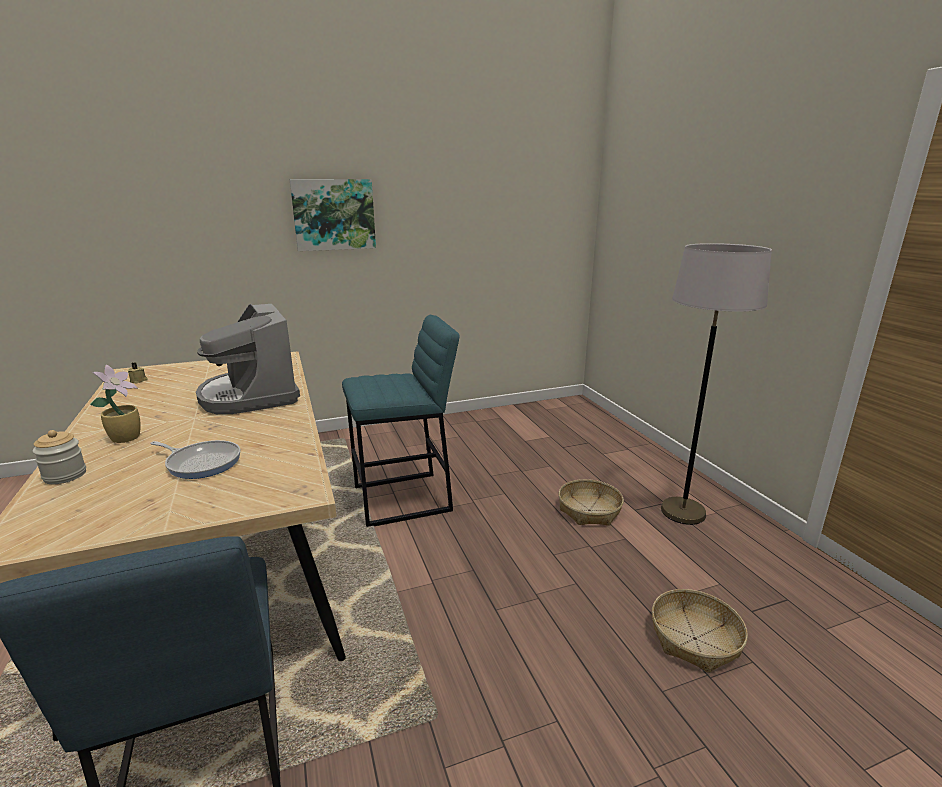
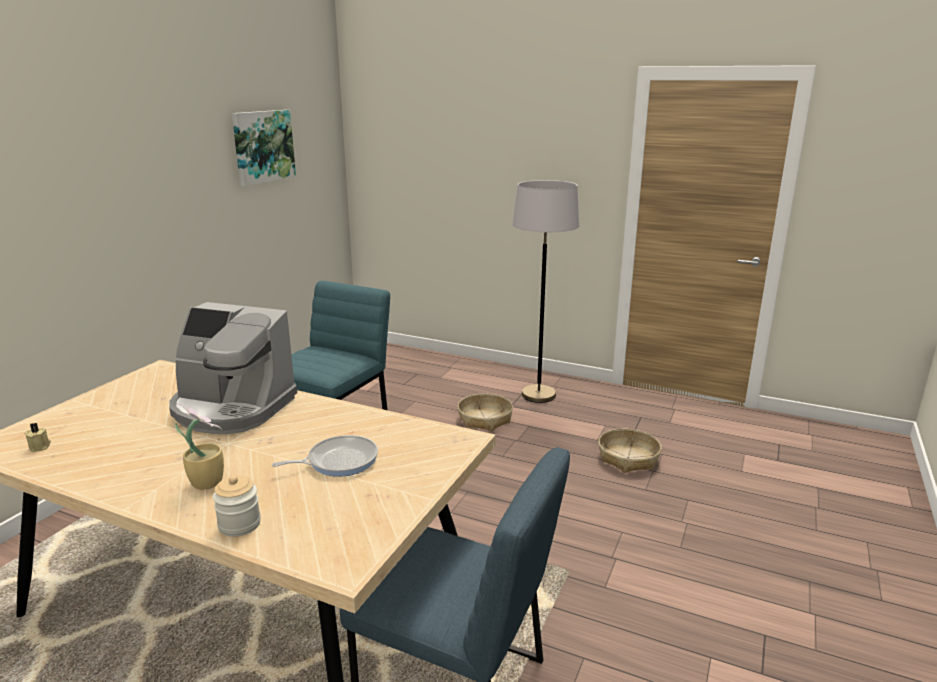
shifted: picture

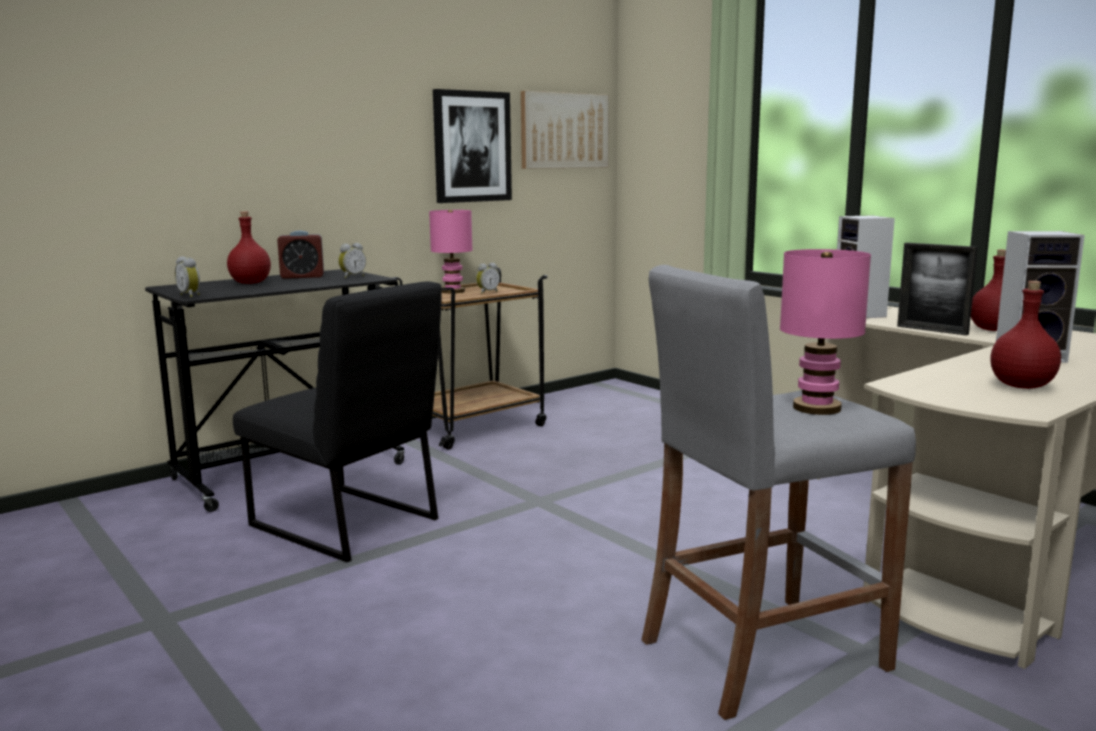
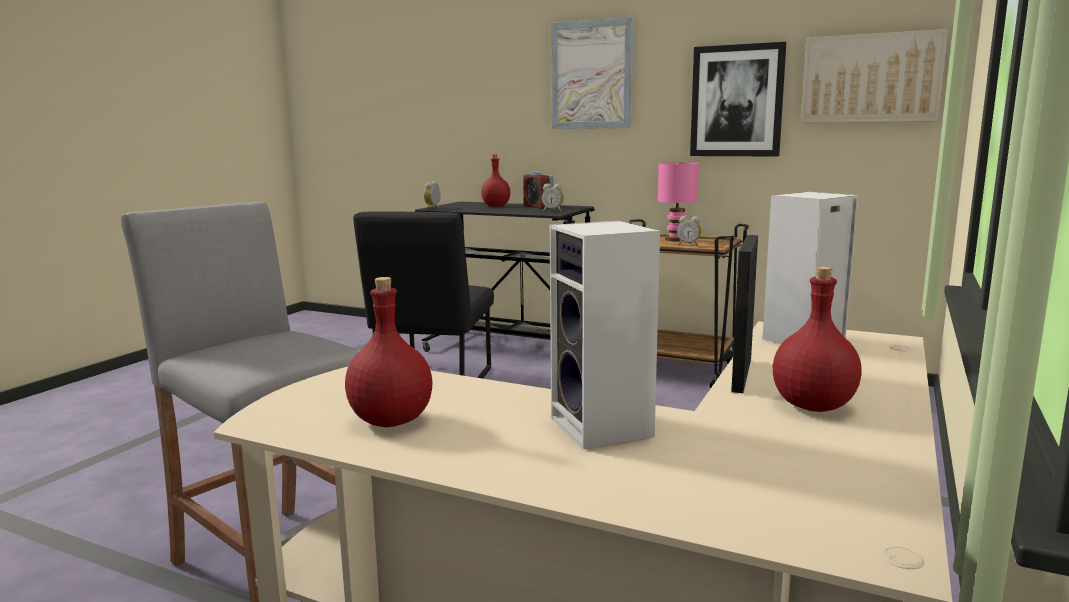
gone: pink table lamp (no. 2 from left)
new: picture (no. 1 from left)

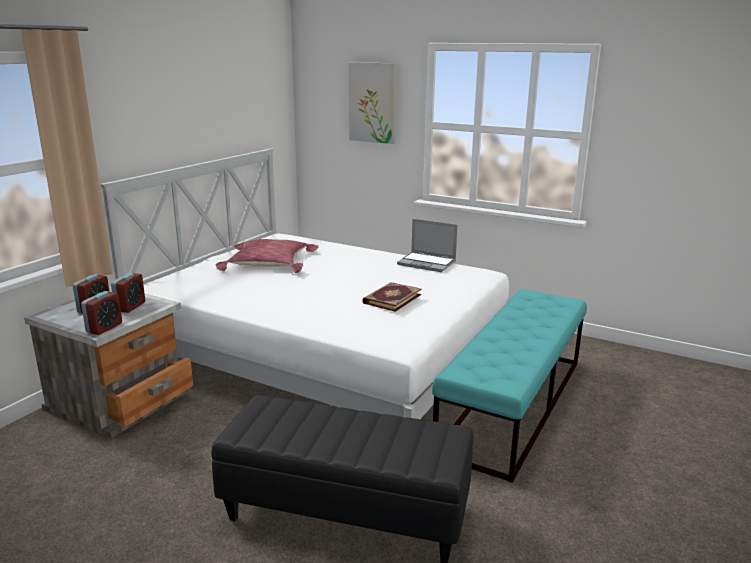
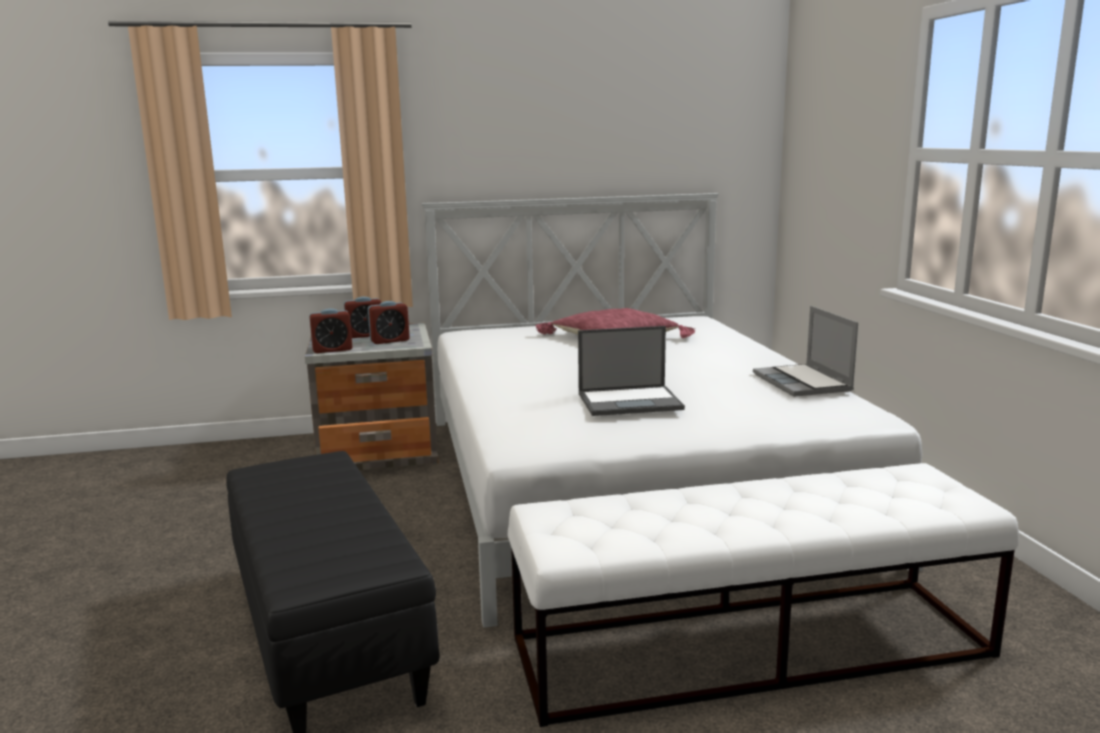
gone: picture
swapped: book to laptop (no. 1 from left)
repainted: turquoise bench to white bench

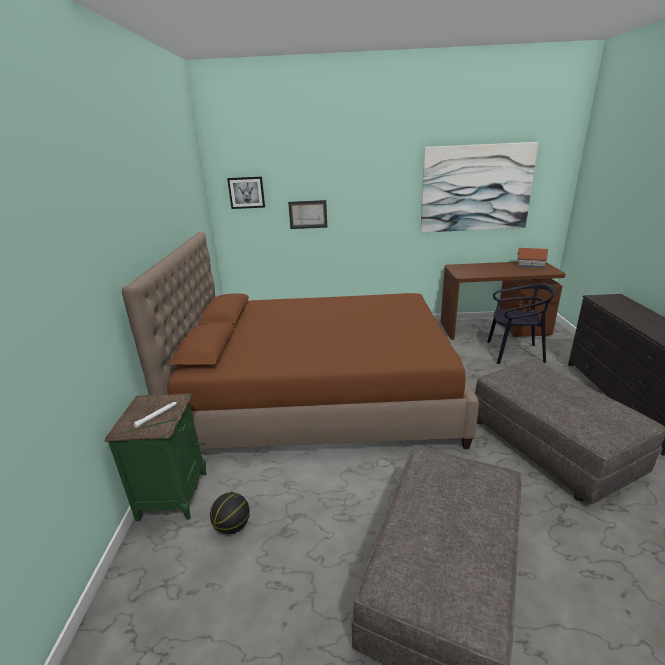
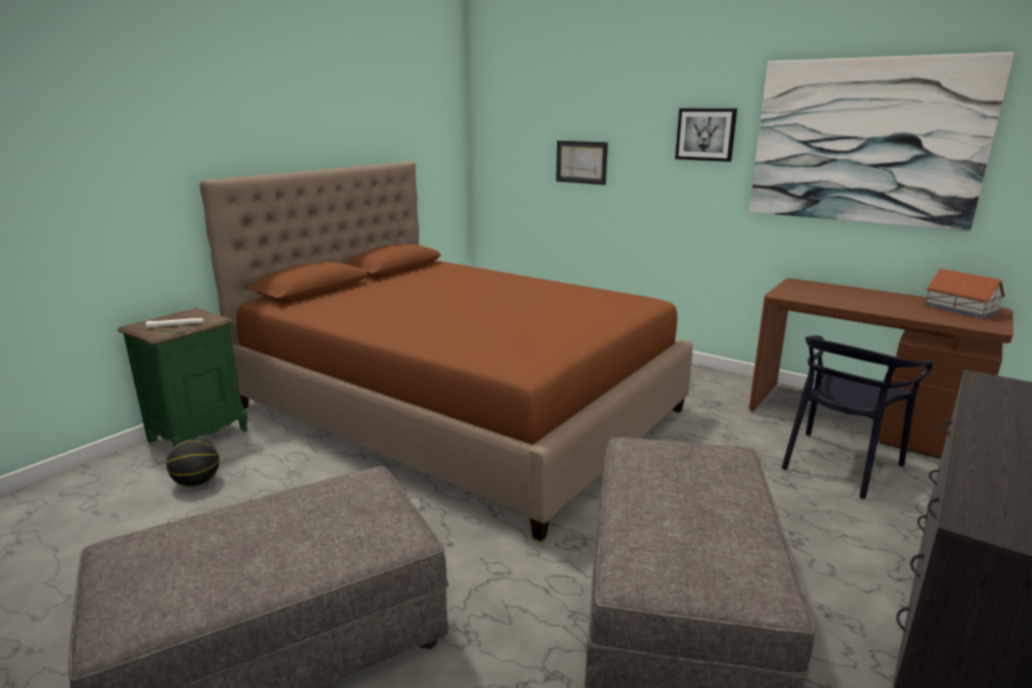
shifted: picture (no. 1 from left in the first image) to picture (no. 2 from left)
rotated: black chair 90 degrees clockwise

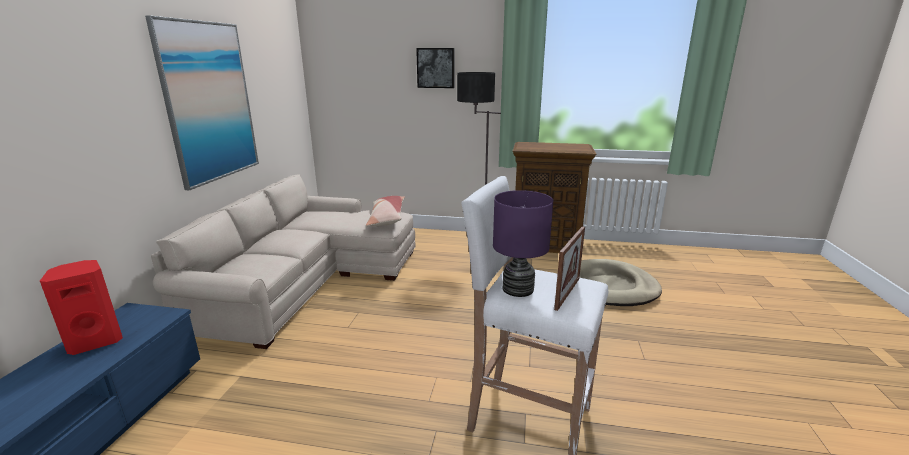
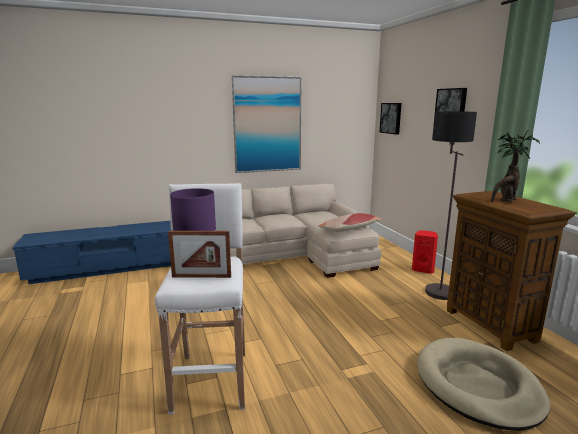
new: picture (no. 2 from left); potted plant
shifted: red speaker

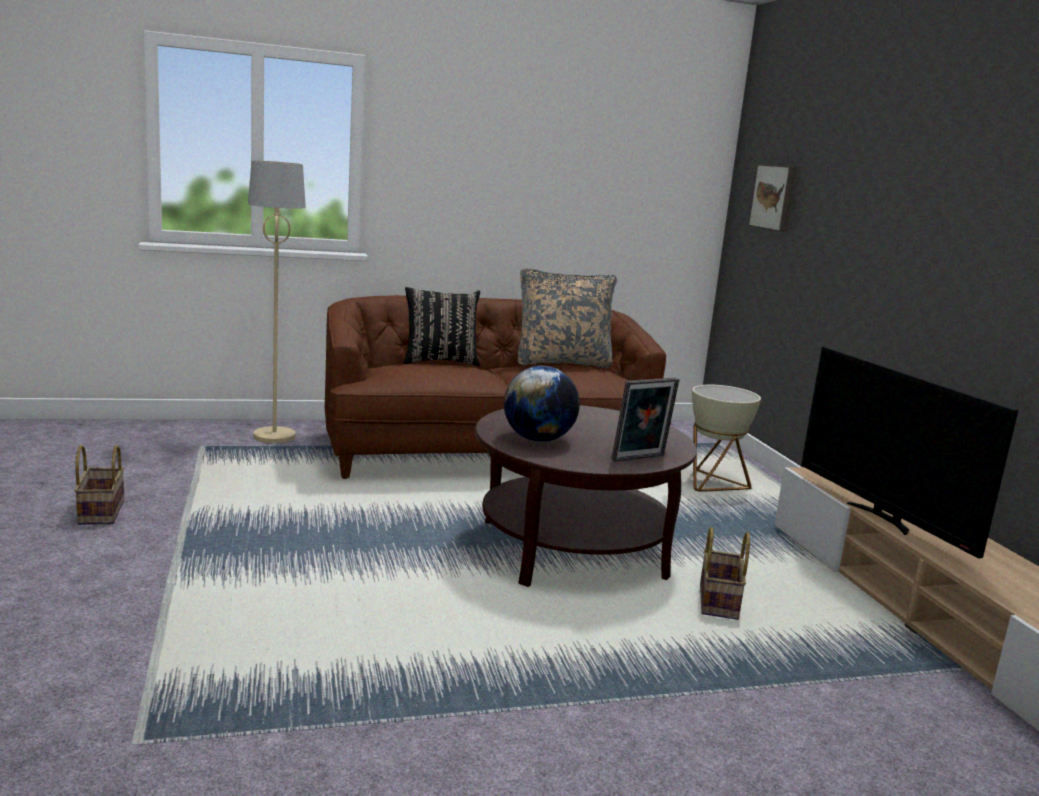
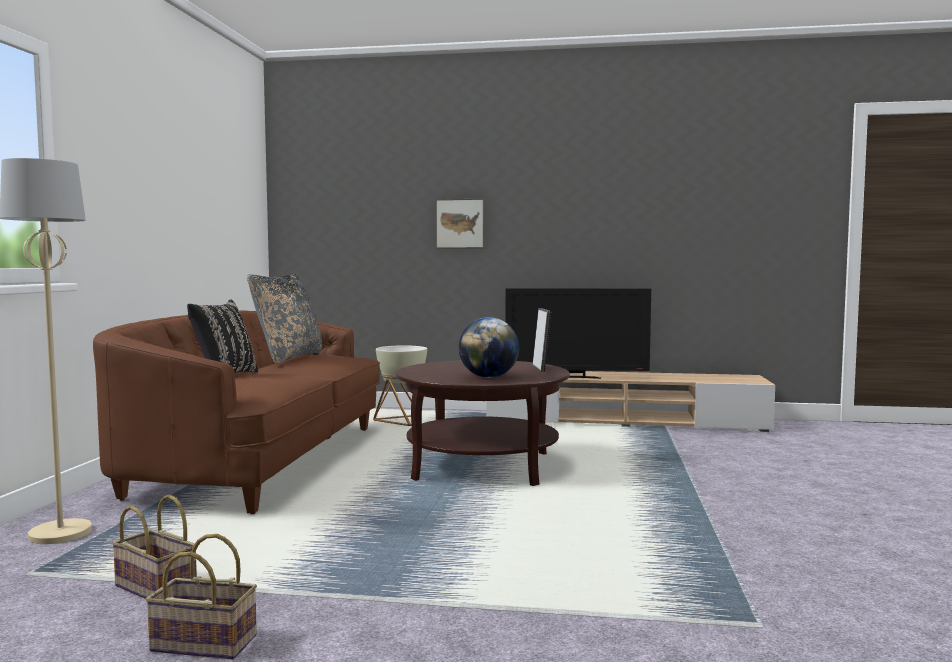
shifted: basket (no. 2 from left in the first image) to basket (no. 1 from left); picture

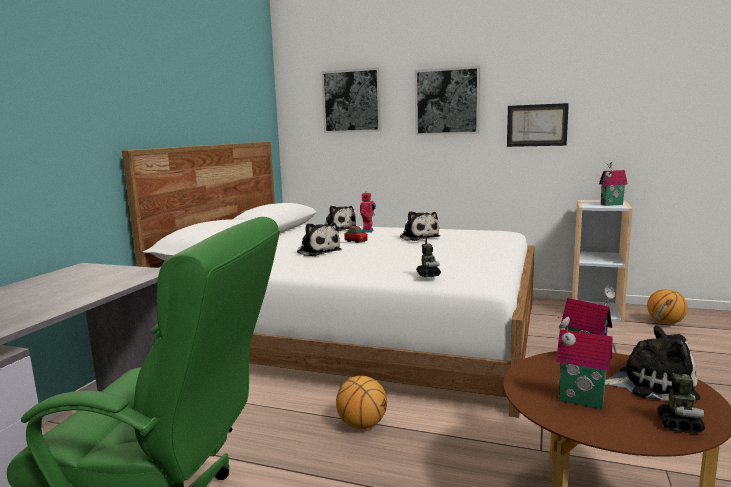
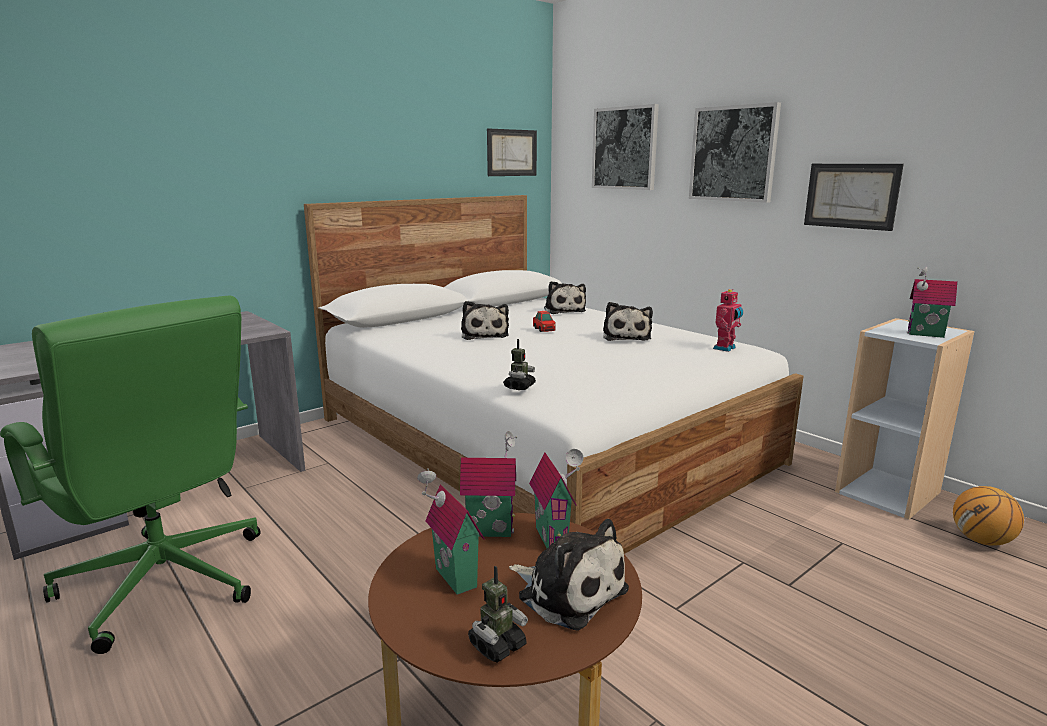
gone: basketball (no. 1 from left)
new: toy house (no. 2 from left); picture (no. 1 from left)
shifted: toy robot (no. 1 from left in the first image) to toy robot (no. 3 from left)

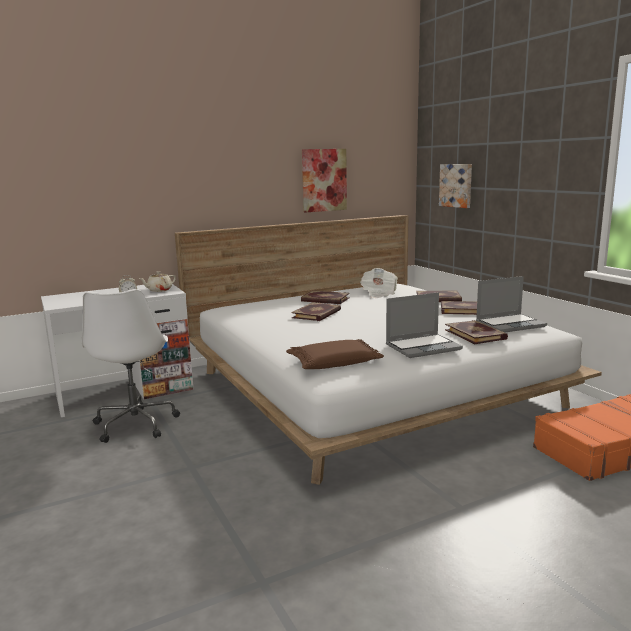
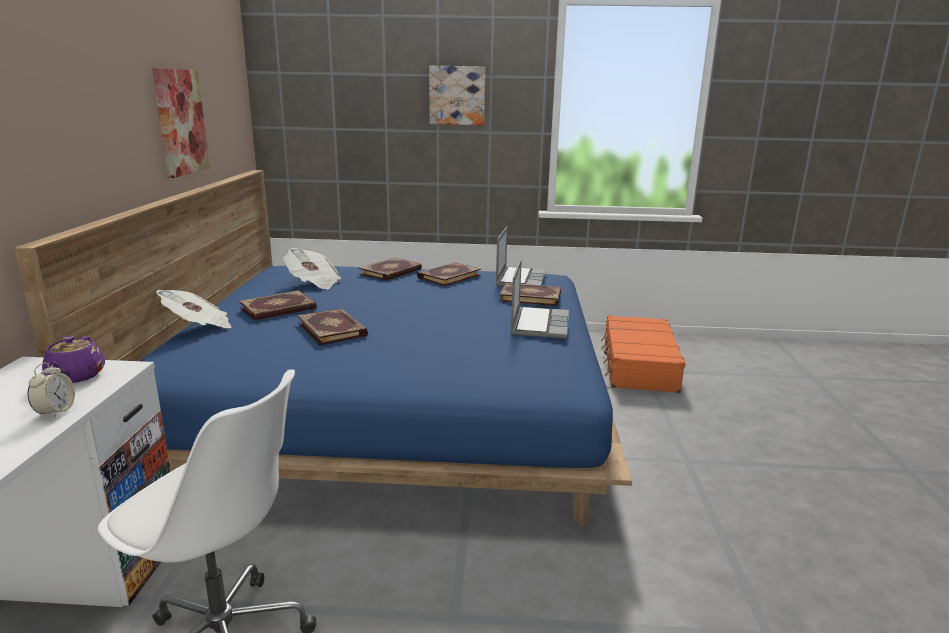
gone: brown pillow
new: newspaper (no. 1 from left)
shifted: picture (no. 2 from left)
repainted: beige teapot to purple teapot; white bed to blue bed

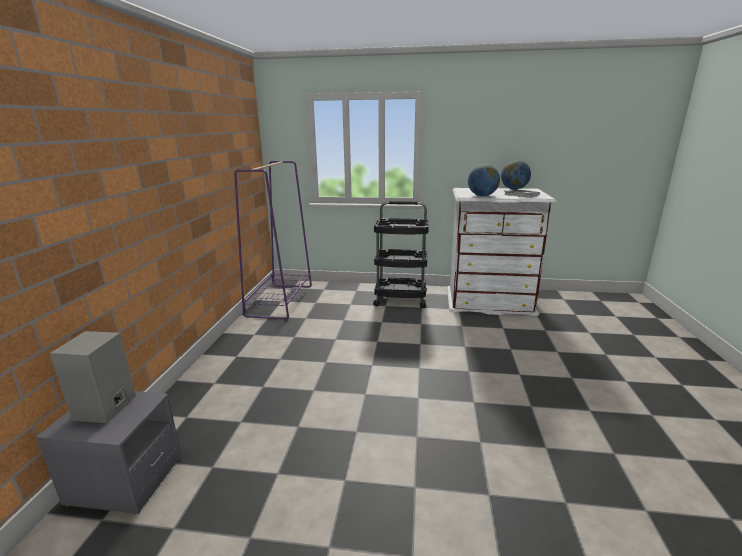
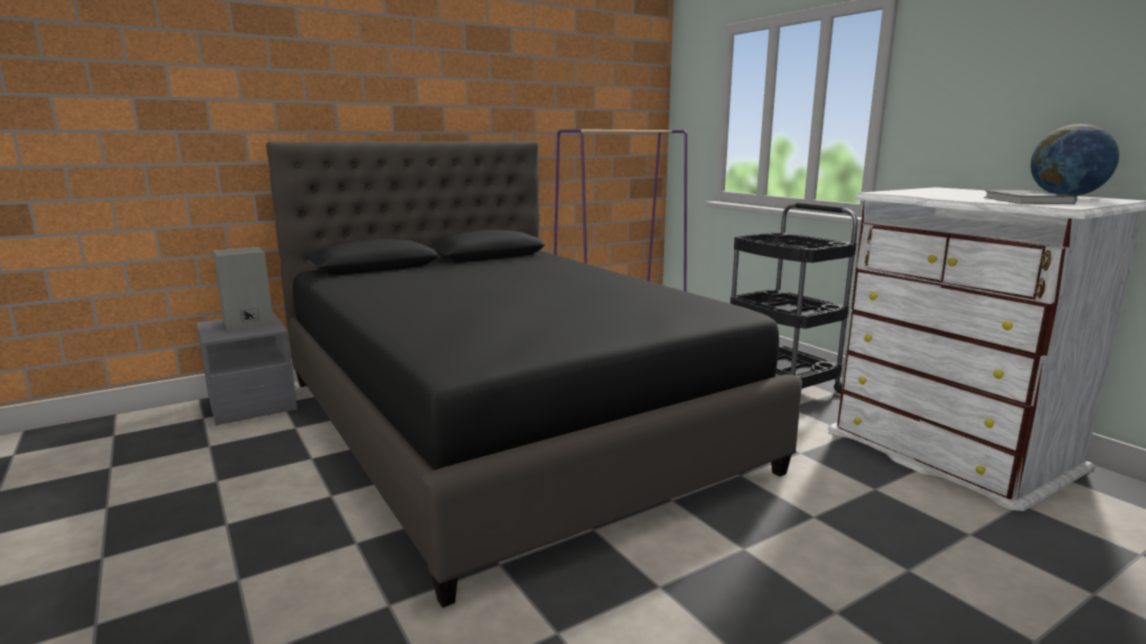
gone: globe (no. 1 from left)
new: black bed

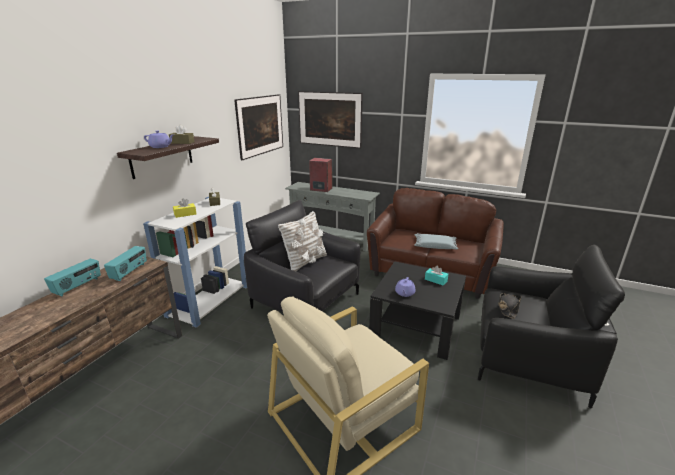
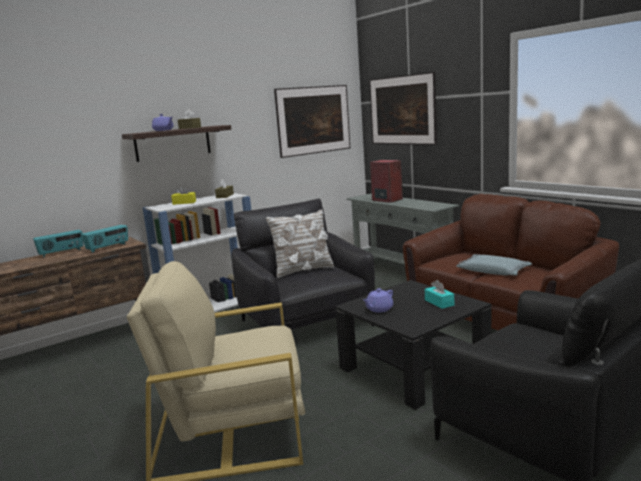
gone: black hat

